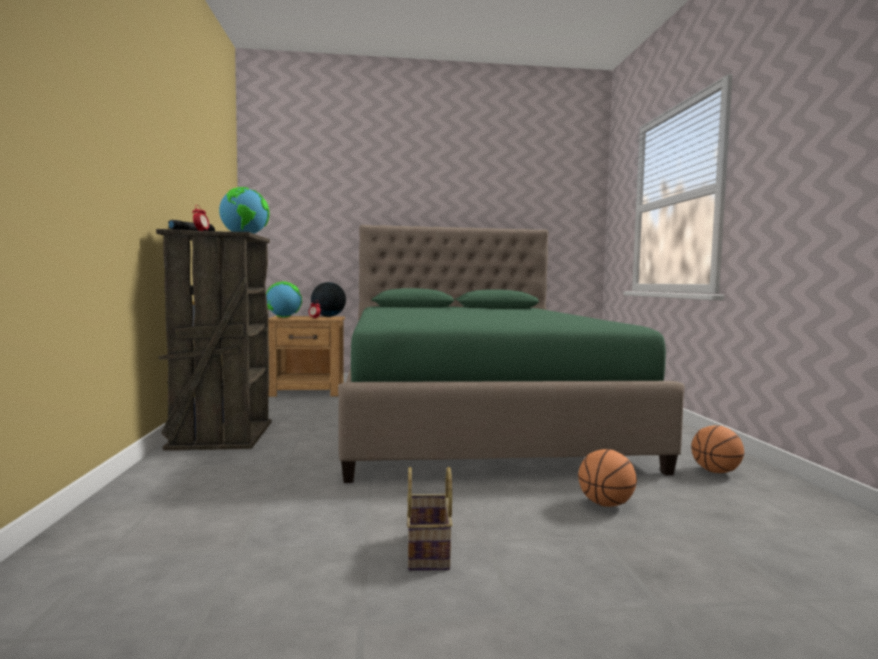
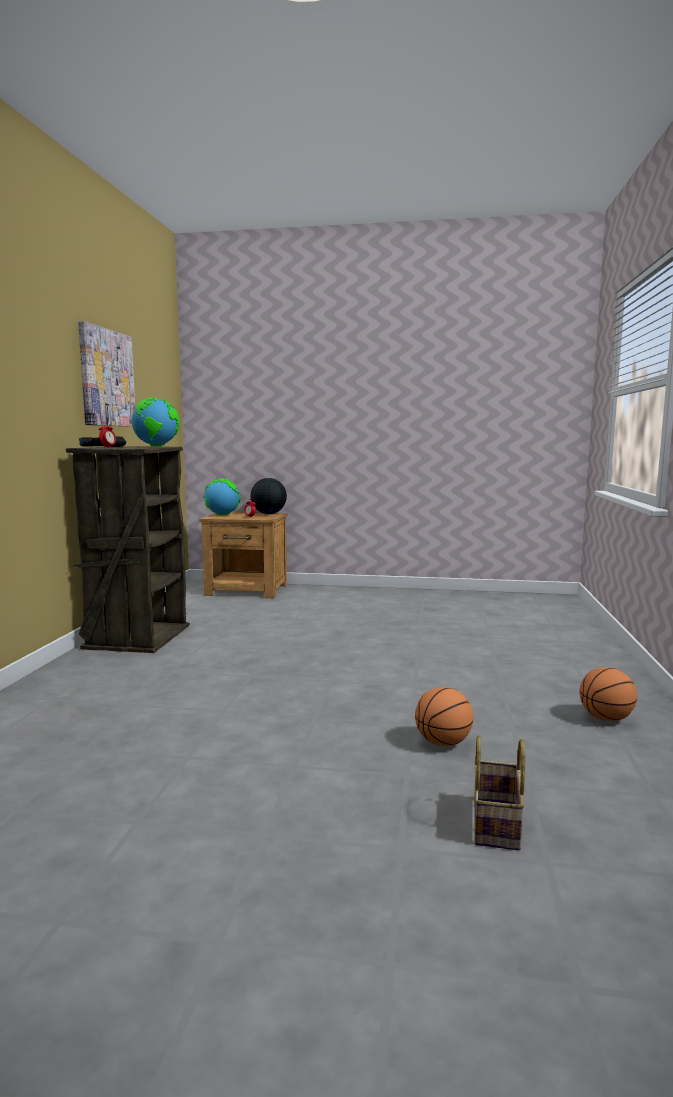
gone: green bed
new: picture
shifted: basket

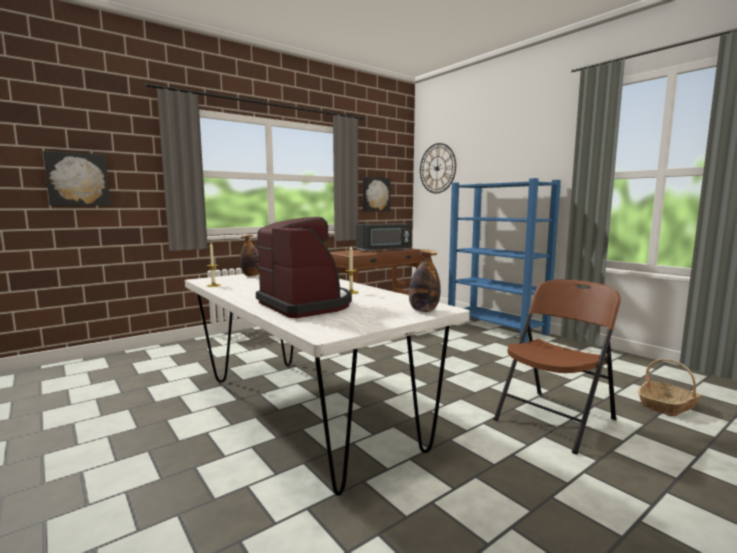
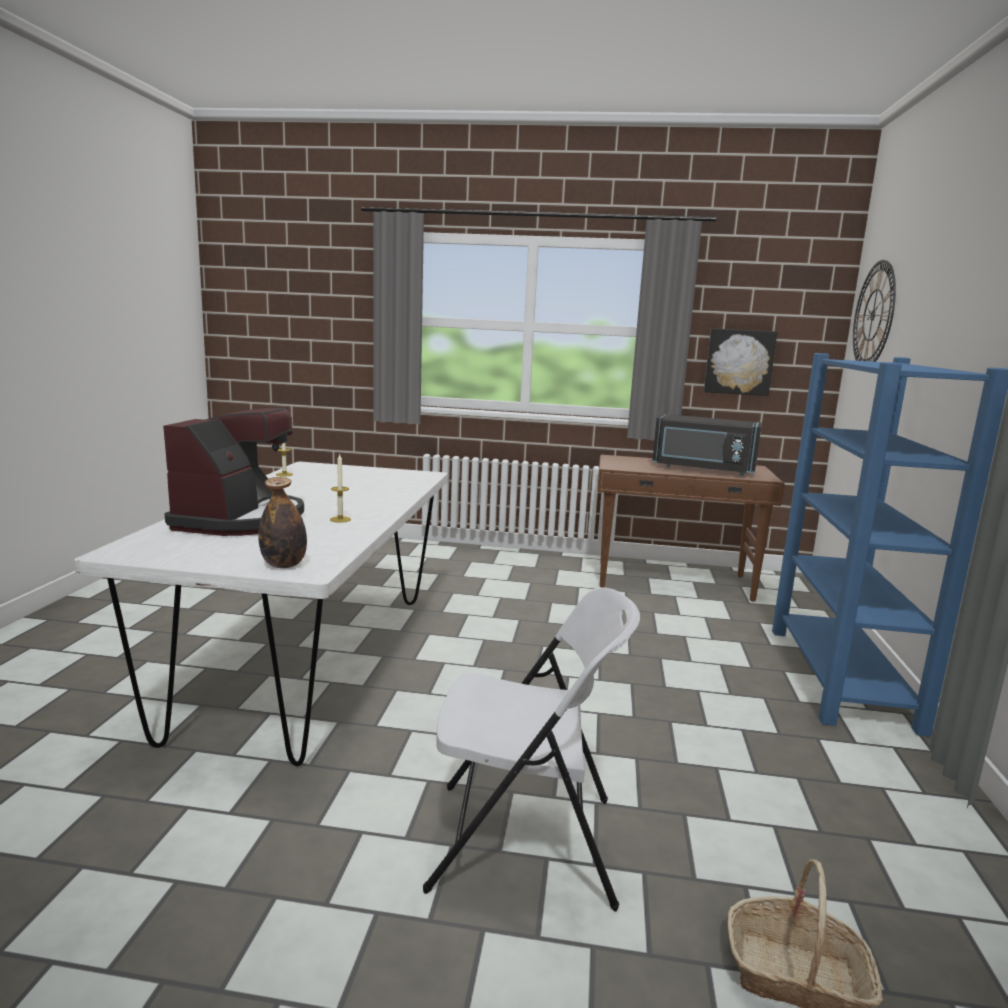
gone: picture (no. 1 from left); bottle (no. 1 from left)
repainted: brown chair to white chair

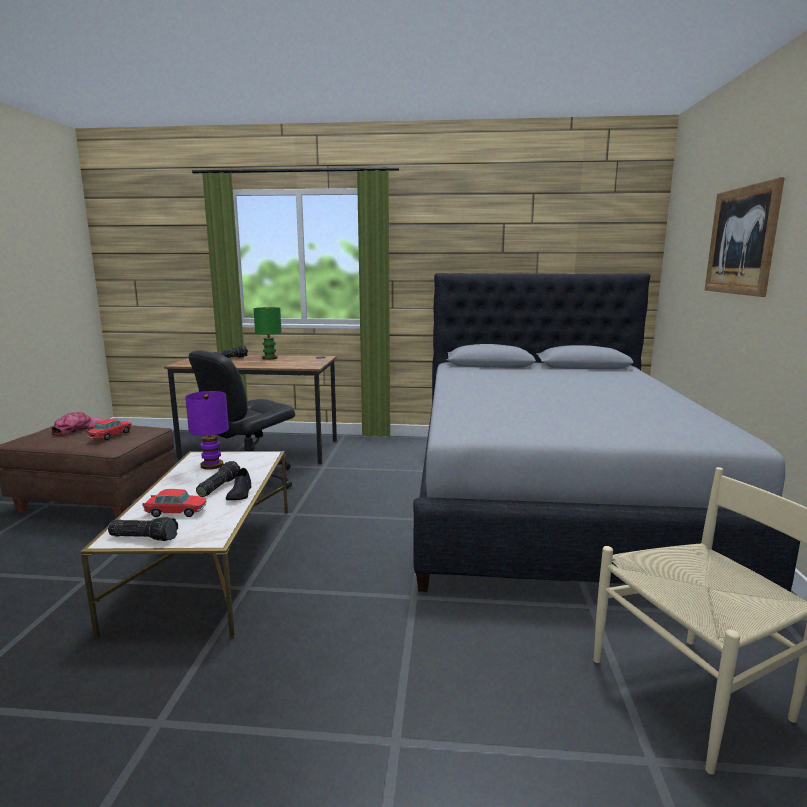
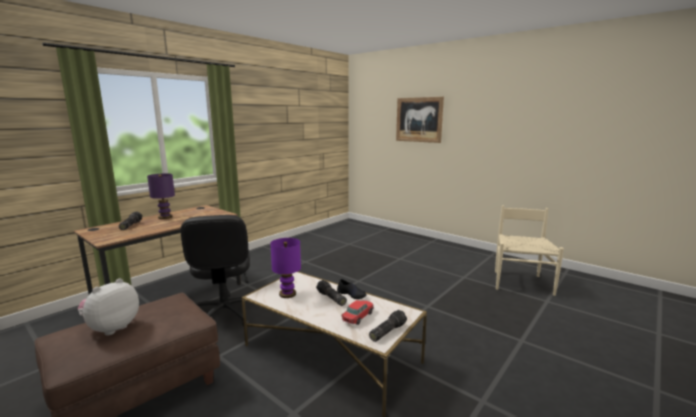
gone: toy car (no. 1 from left); grey bed
swapped: cap to plush toy
repainted: green table lamp to purple table lamp (no. 1 from left)

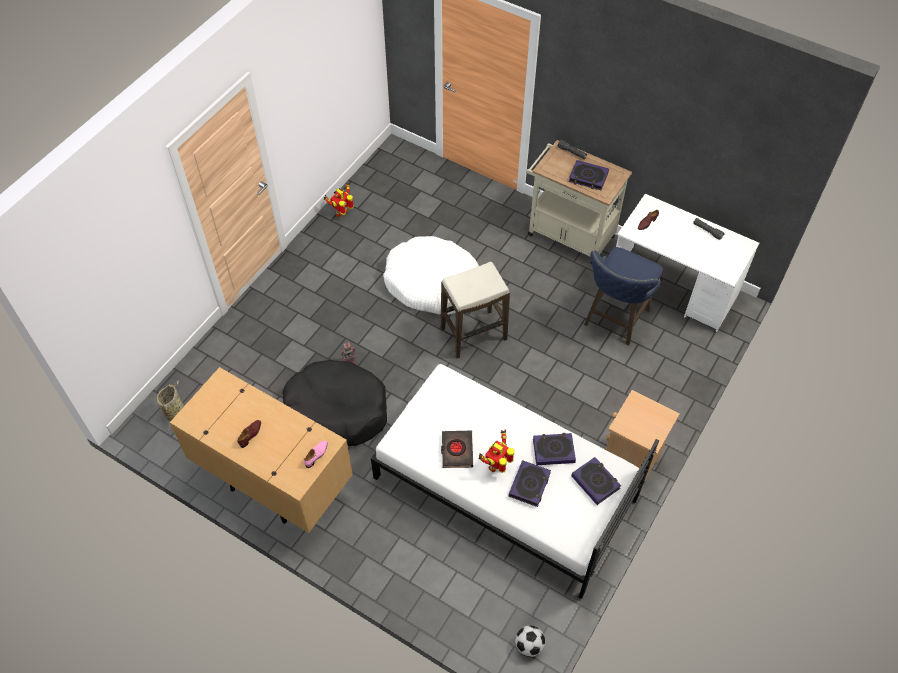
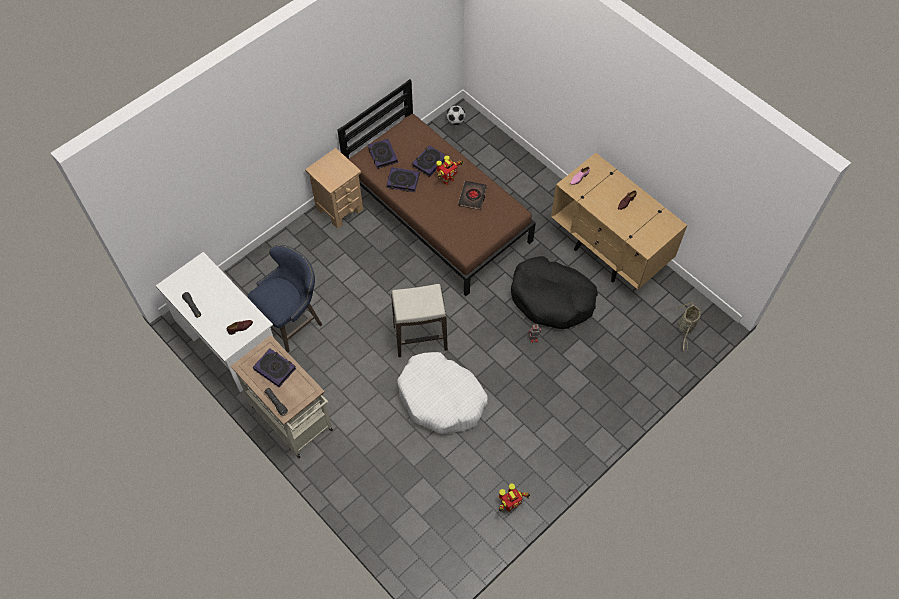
repainted: white bed to brown bed

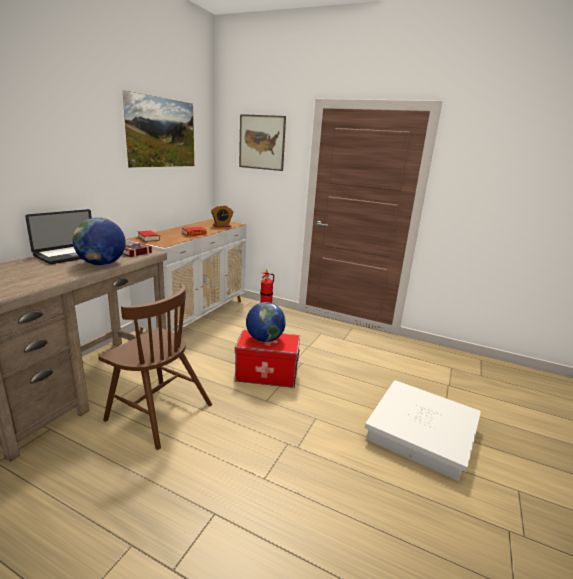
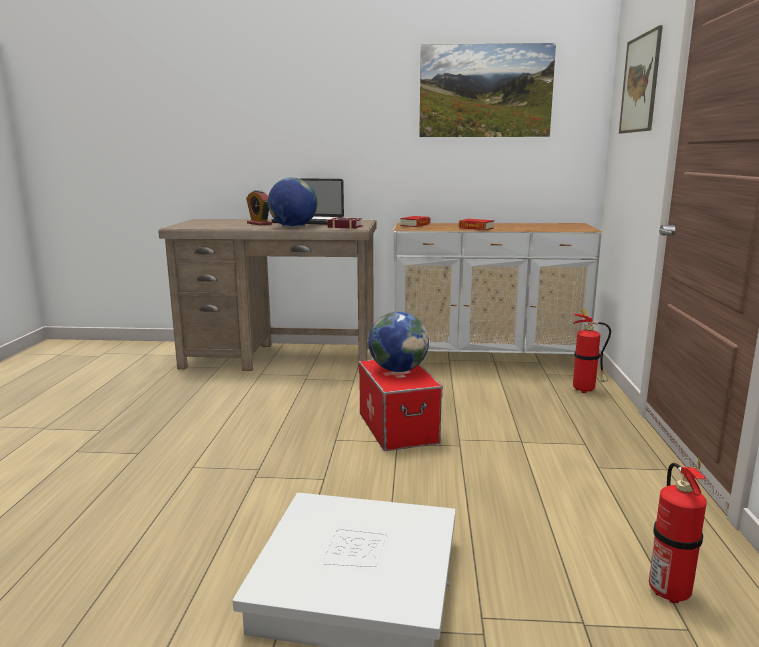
gone: brown chair
new: fire extinguisher (no. 2 from left)
shifted: alarm clock

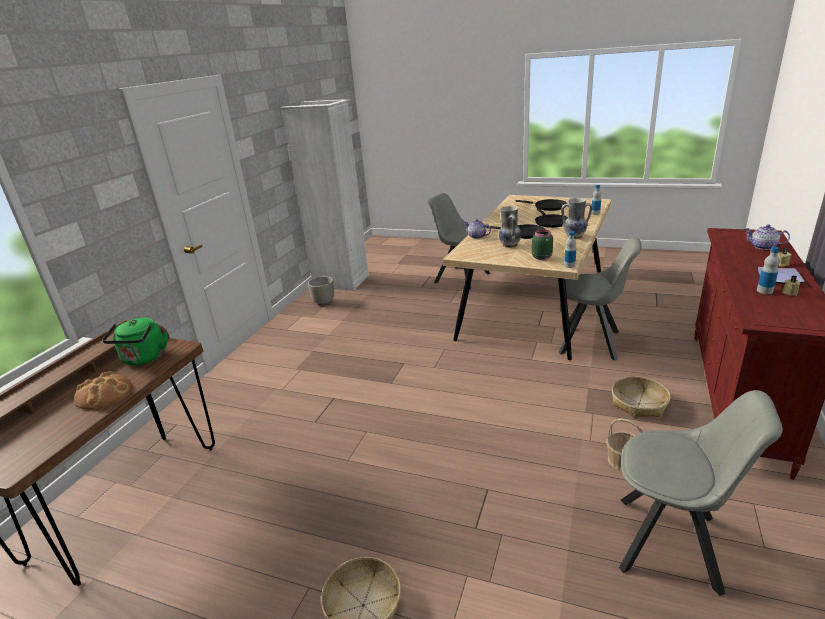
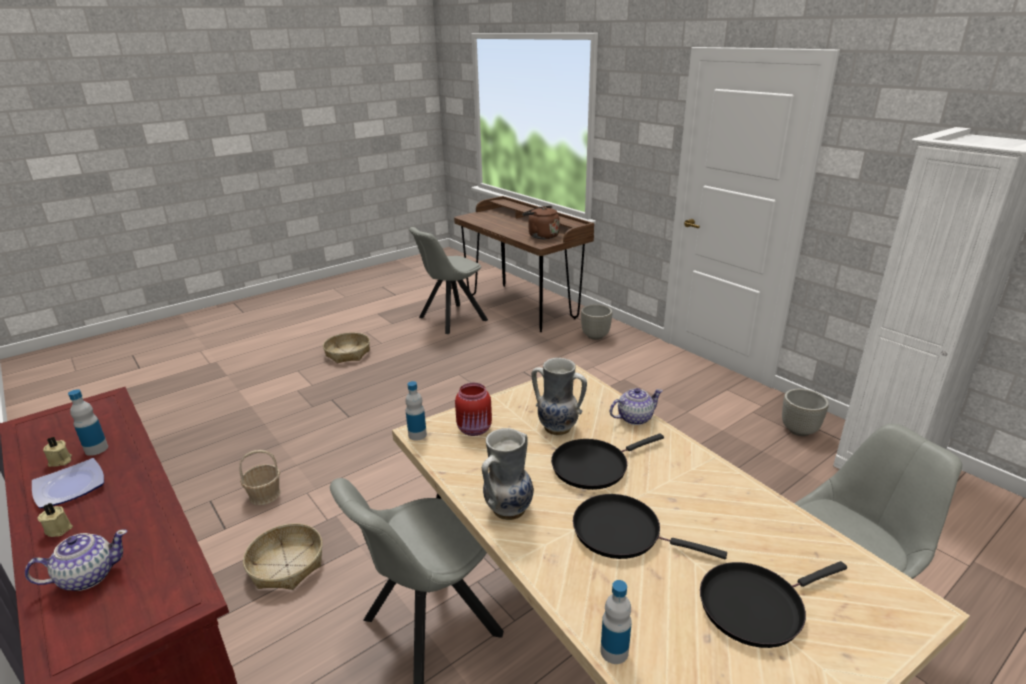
gone: bread
new: grey planter (no. 1 from left)
shifted: grey chair (no. 3 from left in the first image) to grey chair (no. 2 from left)
repainted: green kettle to brown kettle; green jar to red jar

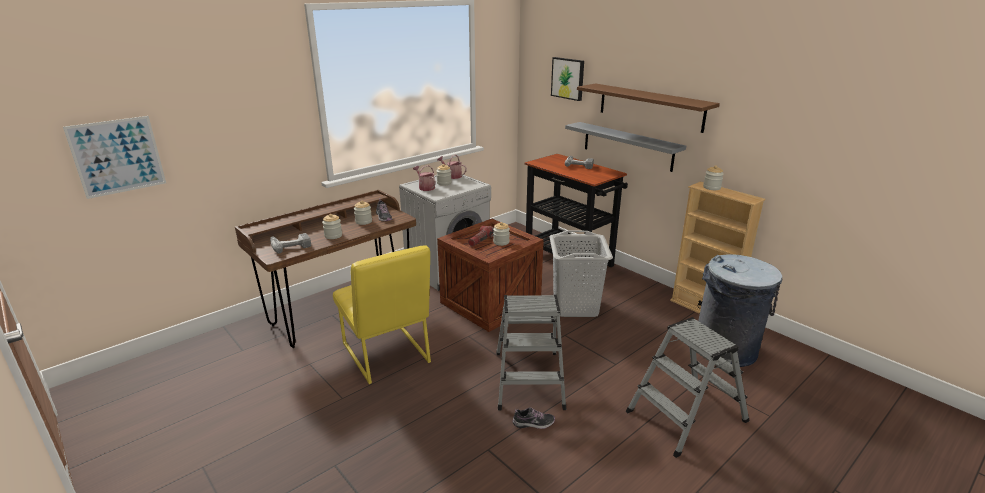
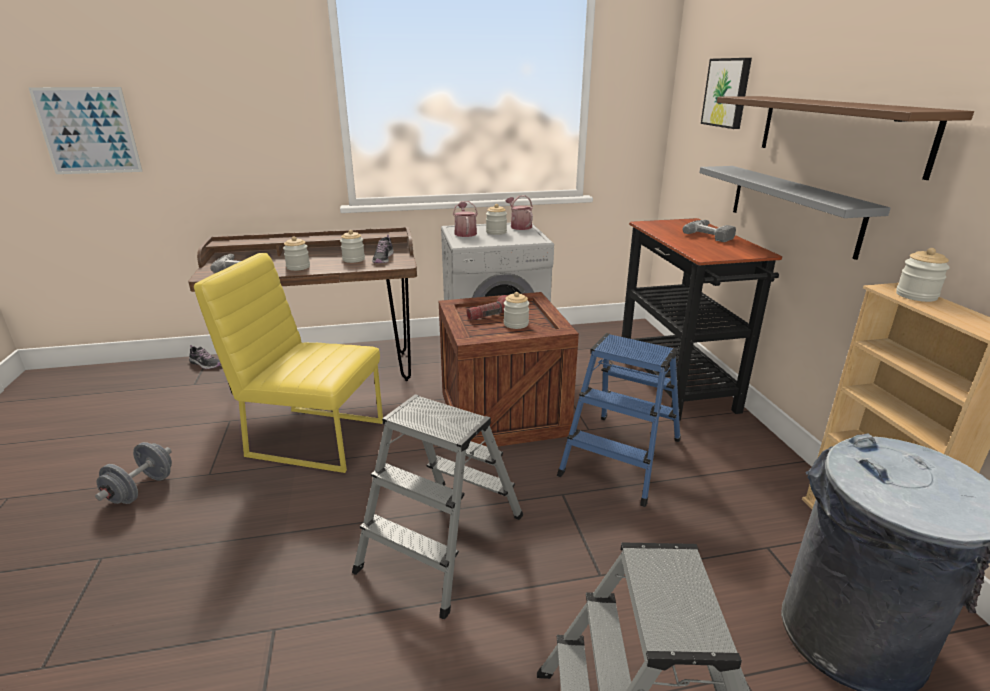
new: grey dumbbell
shifted: shoe (no. 2 from left in the first image) to shoe (no. 1 from left)
swapped: grey laundry basket to blue step ladder
rotated: yellow chair 105 degrees clockwise

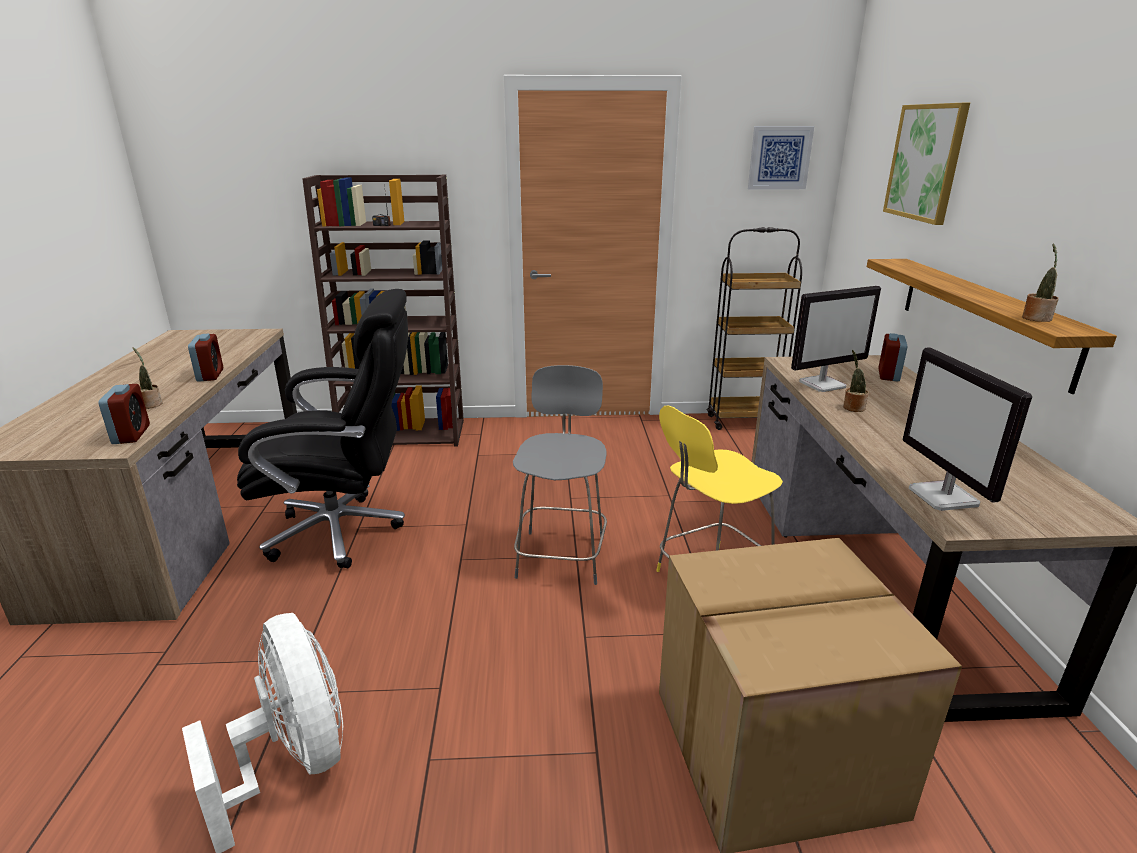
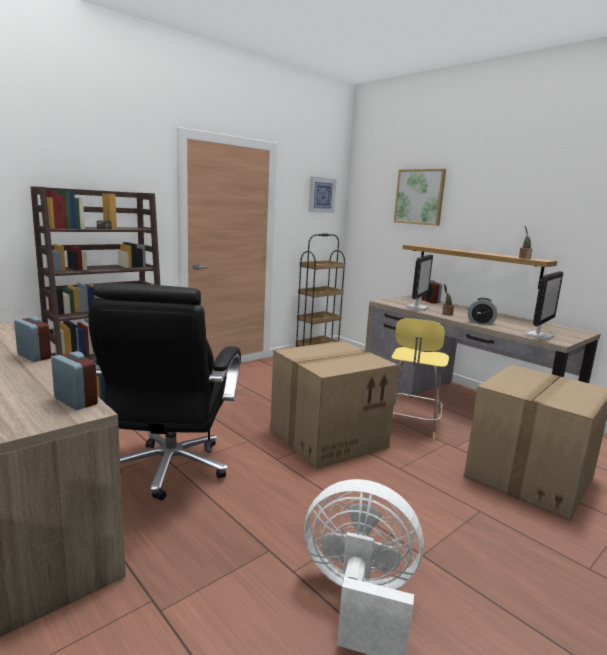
gone: potted plant (no. 1 from left)
new: alarm clock (no. 4 from left)
swapped: grey stool to cardboard box (no. 1 from left)
rotated: black office chair 135 degrees clockwise; monitor (no. 2 from left) 90 degrees counterclockwise

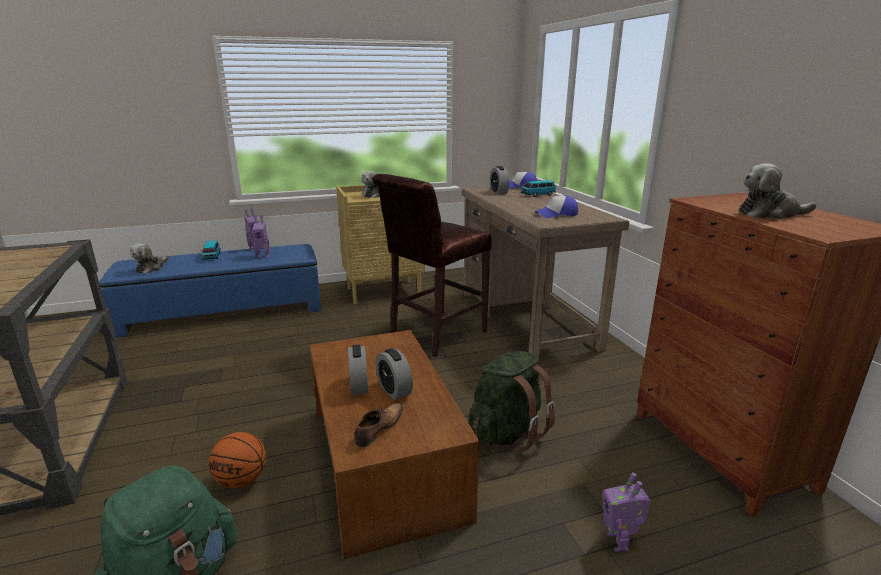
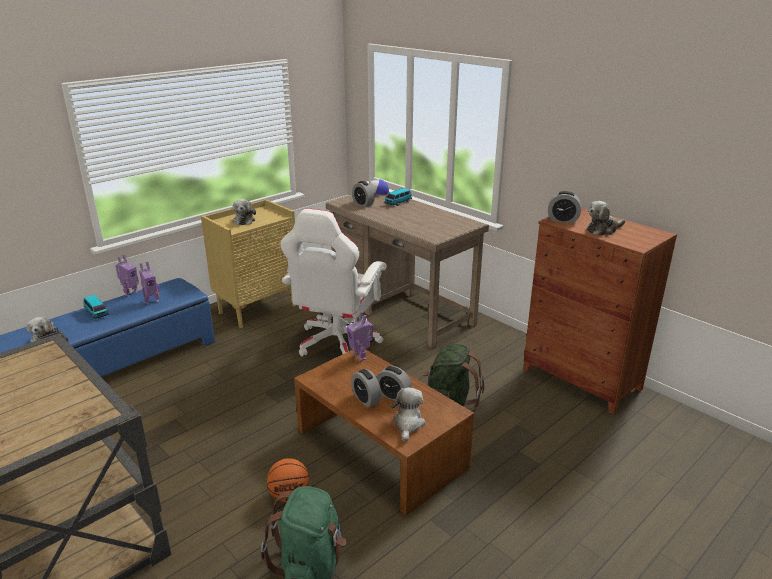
gone: cap (no. 2 from left)
new: alarm clock (no. 4 from left)
shifted: toy robot (no. 3 from left)
swapped: shoe to plush toy (no. 3 from left); brown stool to white office chair

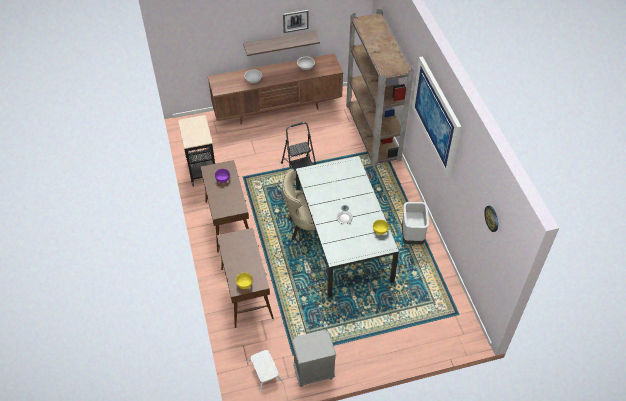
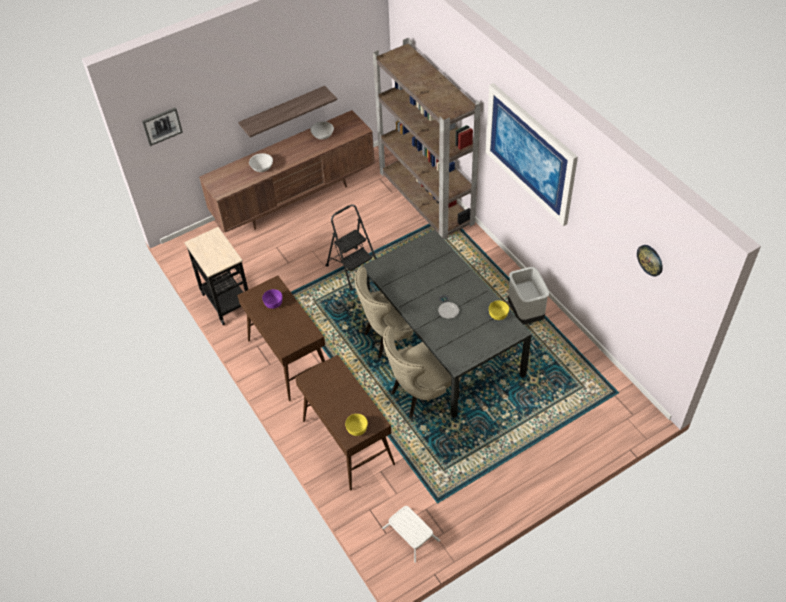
gone: grey nightstand
new: beige chair (no. 2 from left)
shifted: picture (no. 1 from left)

